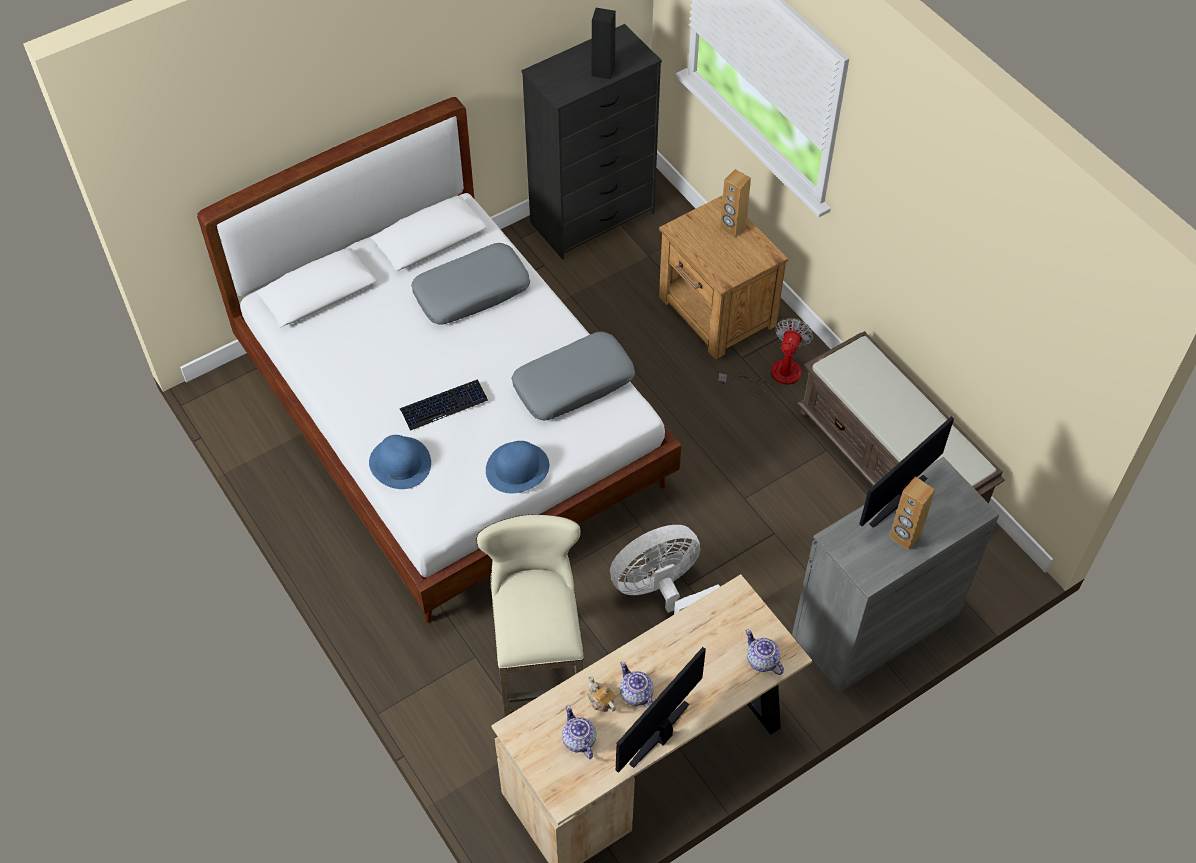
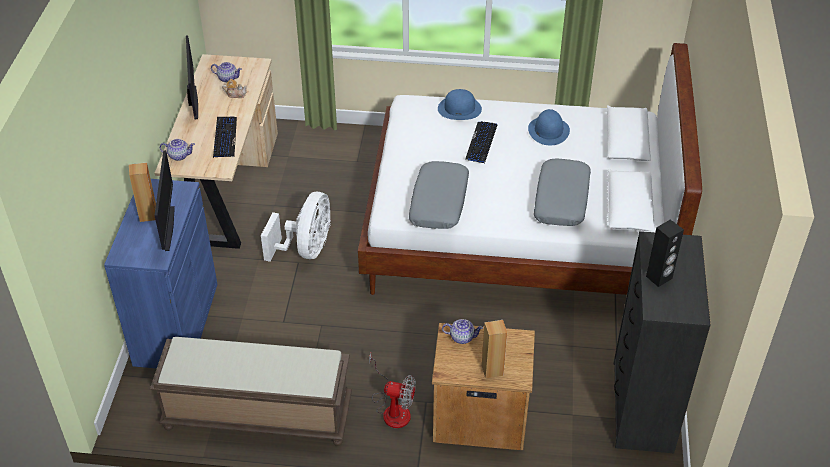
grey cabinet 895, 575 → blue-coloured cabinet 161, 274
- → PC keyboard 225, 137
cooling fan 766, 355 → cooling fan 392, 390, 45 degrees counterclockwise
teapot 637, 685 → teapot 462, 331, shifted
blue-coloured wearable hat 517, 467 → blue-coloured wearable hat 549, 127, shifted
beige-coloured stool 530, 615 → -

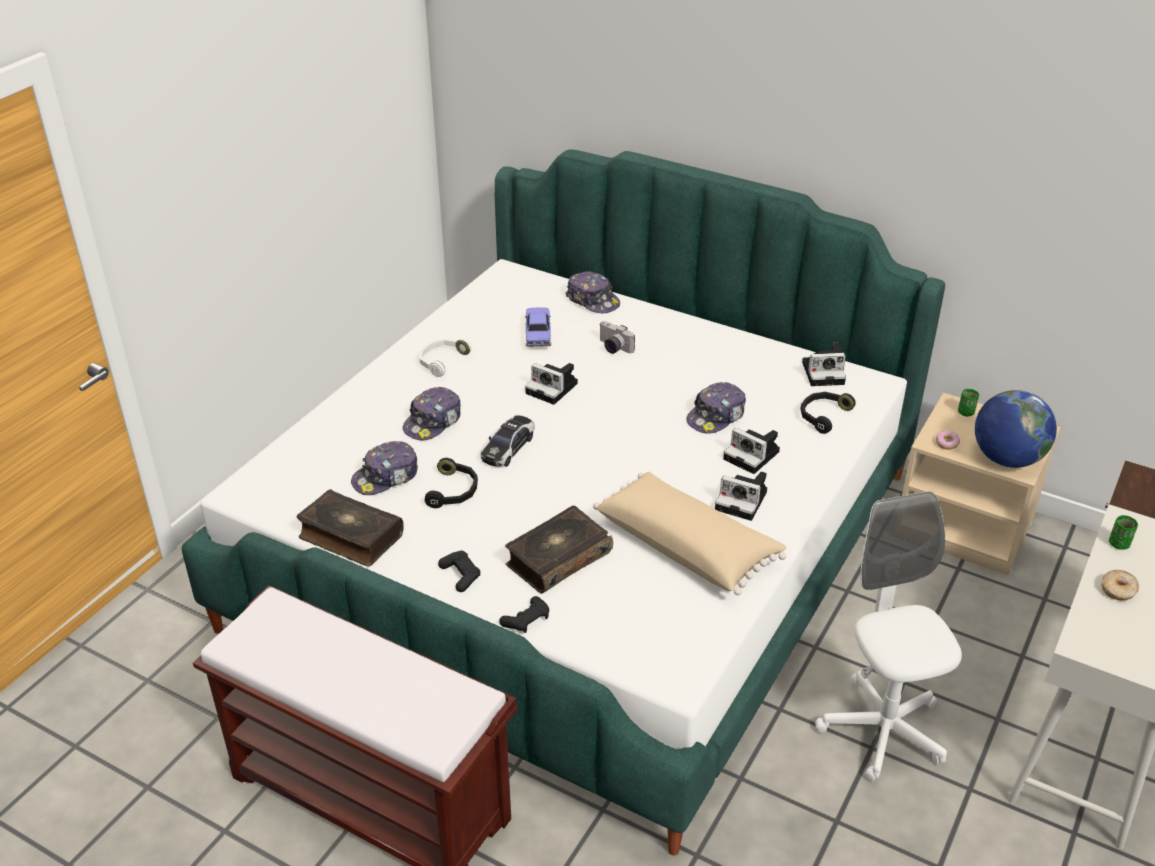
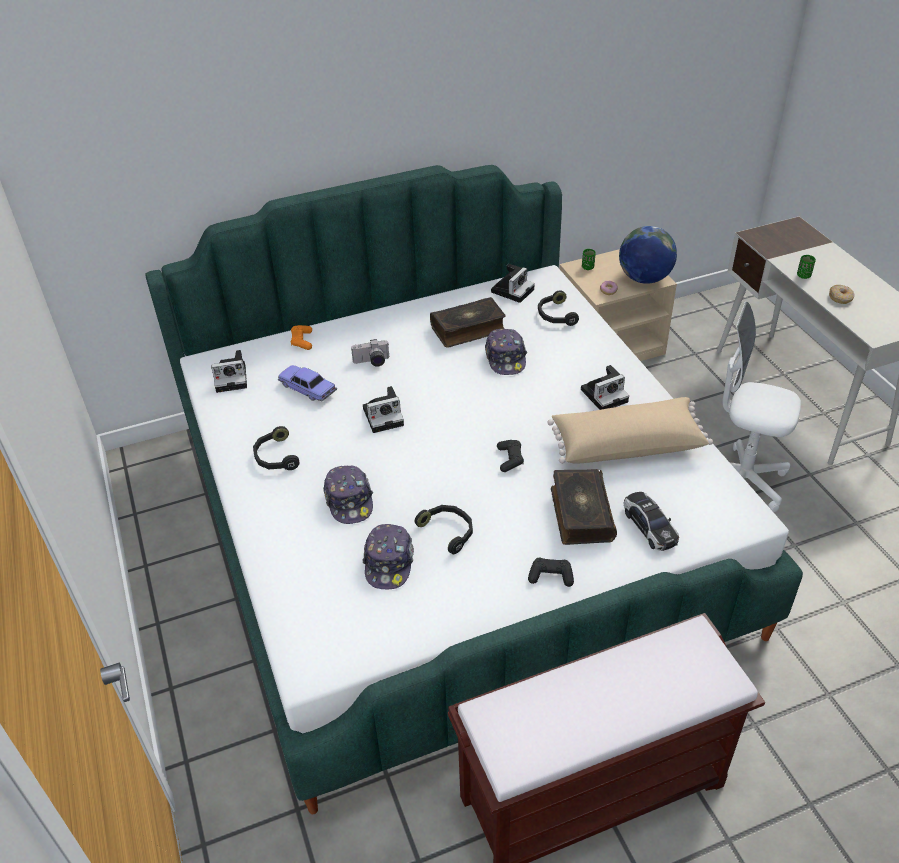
photo camera 751, 451 → photo camera 229, 371, shifted
white-coloured headset 445, 357 → black-coloured headset 276, 448
cap 592, 292 → orange joypad 301, 337
volume 350, 528 → volume 468, 322, shifted
black-coloured joypad 524, 614 → black-coloured joypad 510, 456, shifted
toy car 508, 441 → toy car 651, 521, shifted

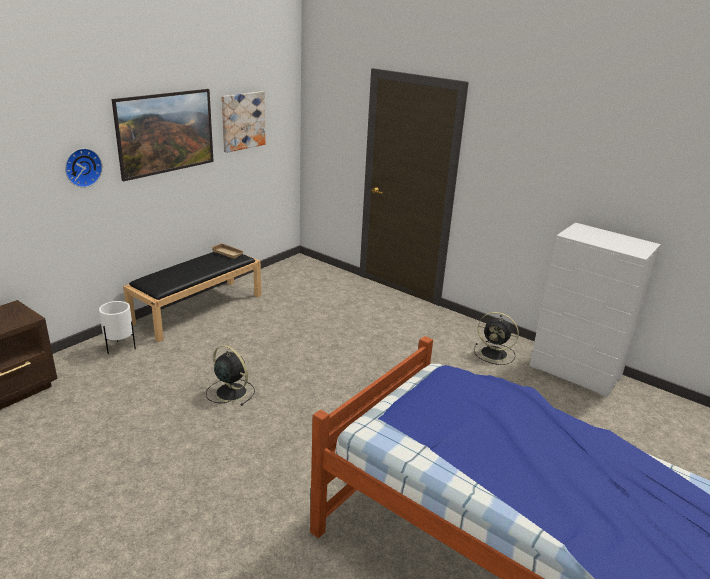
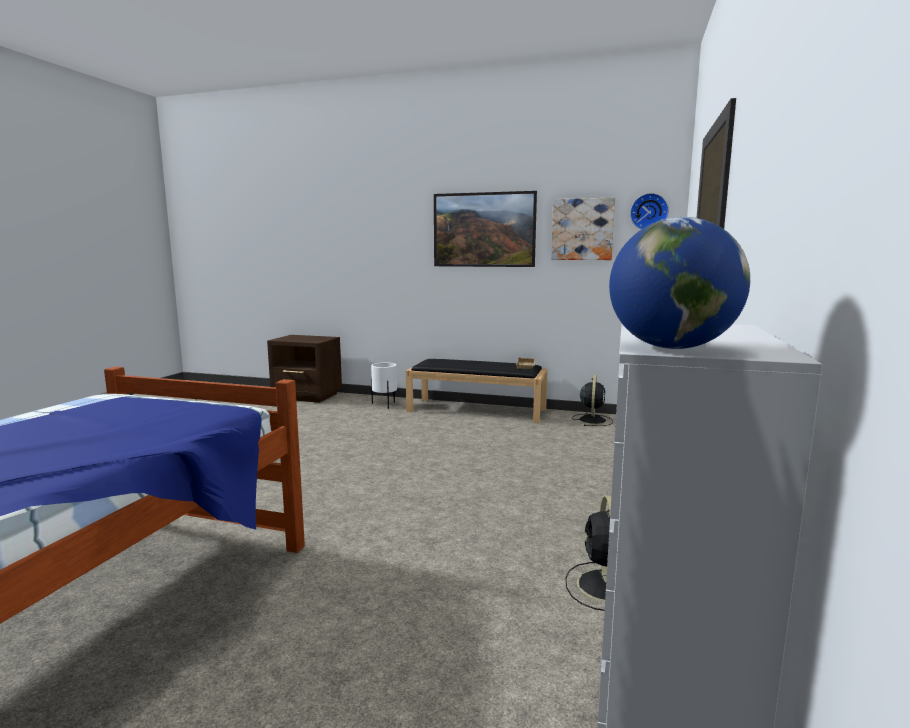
black-coloured cooling fan 230, 375 → black-coloured cooling fan 592, 400, shifted
- → desk globe 679, 283
wall clock 84, 168 → wall clock 649, 211, shifted

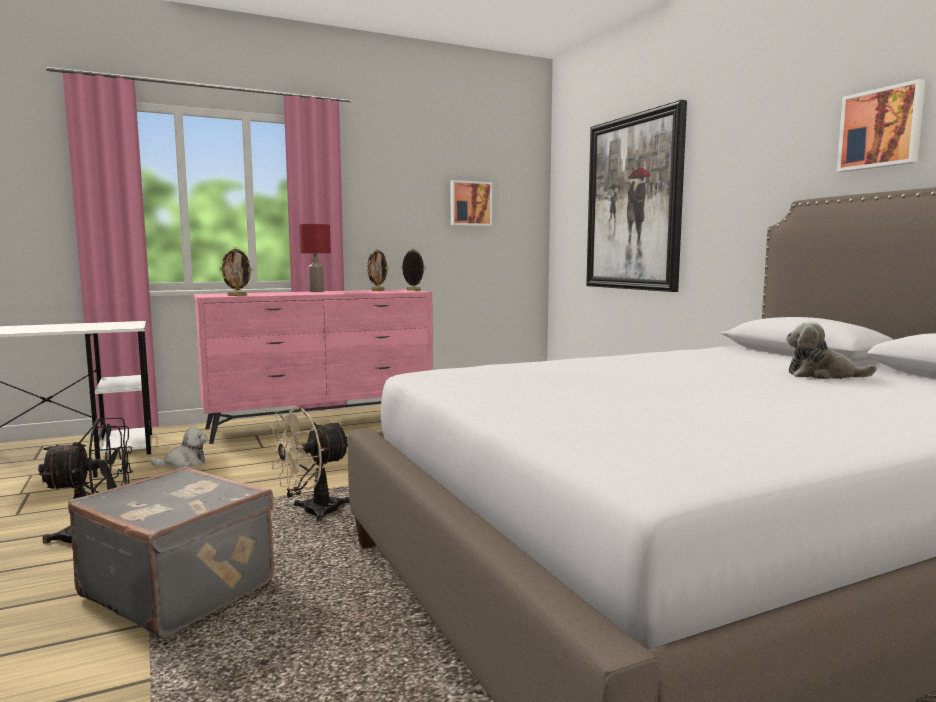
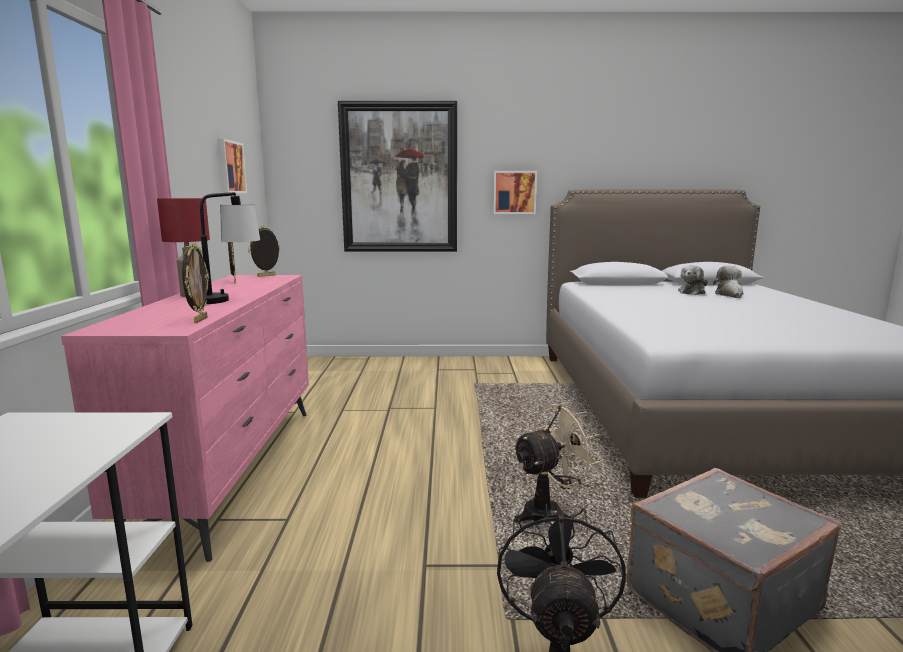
- → table lamp 230, 248
wall picture 881, 125 → wall picture 515, 192, shifted
beige-coloured cooling fan 308, 464 → beige-coloured cooling fan 557, 462, 105 degrees counterclockwise
cuddly toy 179, 447 → cuddly toy 728, 281, shifted

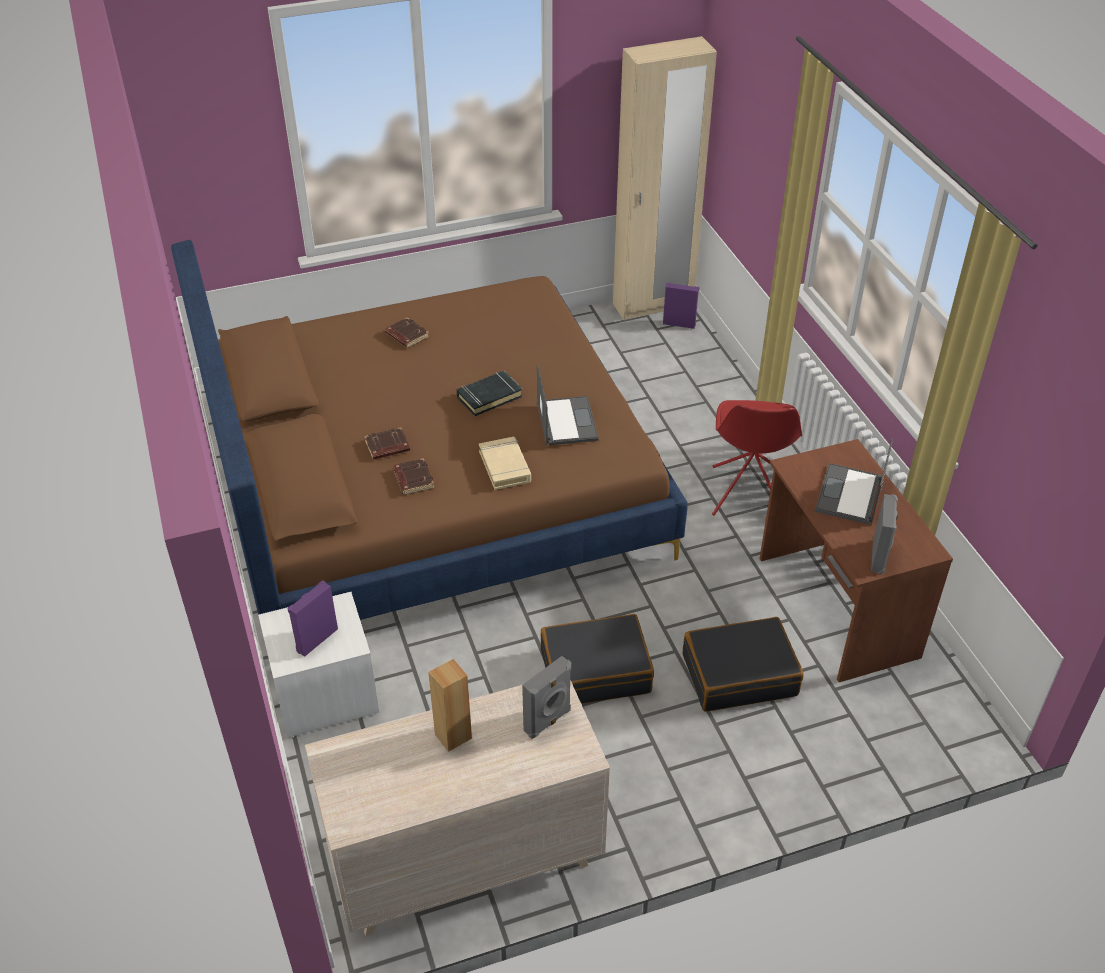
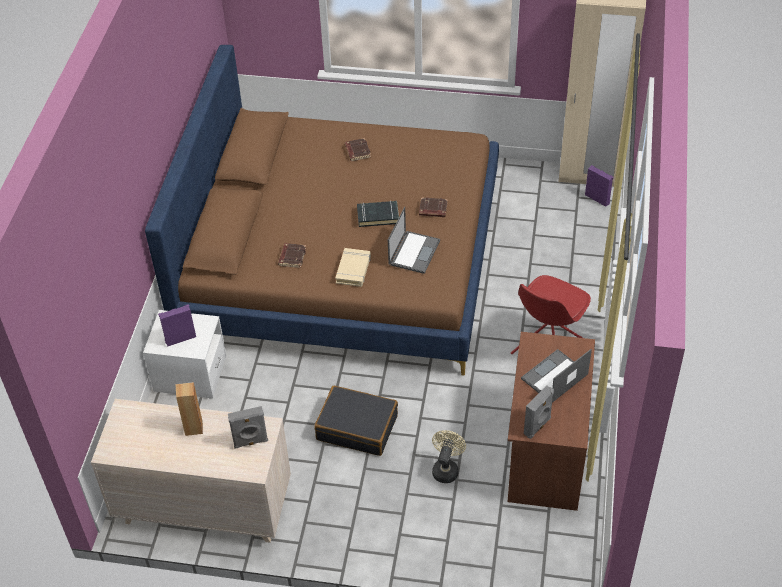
brown volume 387, 443 → brown volume 433, 207, shifted
black-coloured suitcase 743, 664 → beige-coloured cooling fan 449, 456

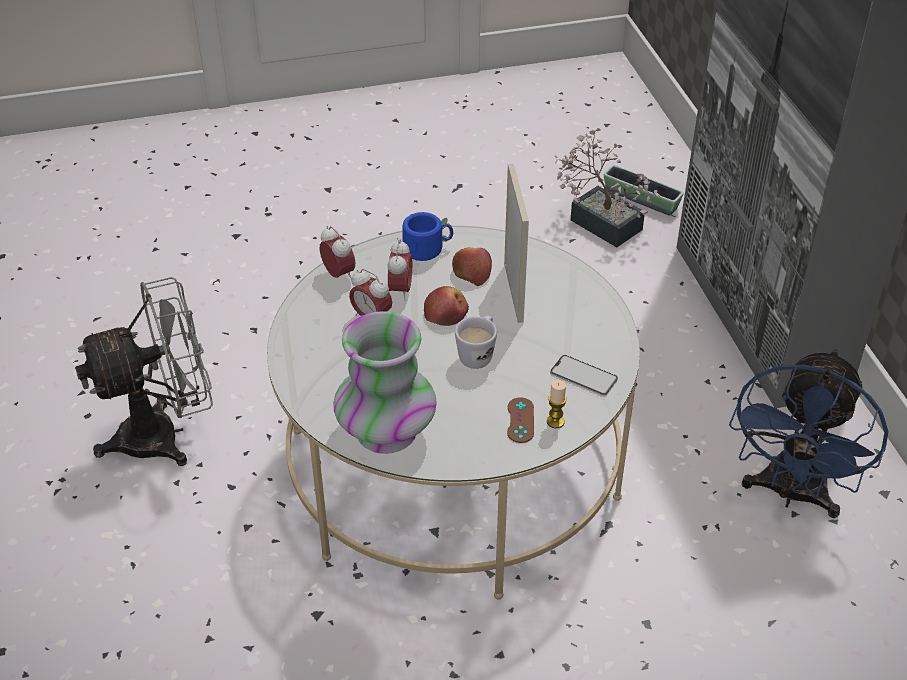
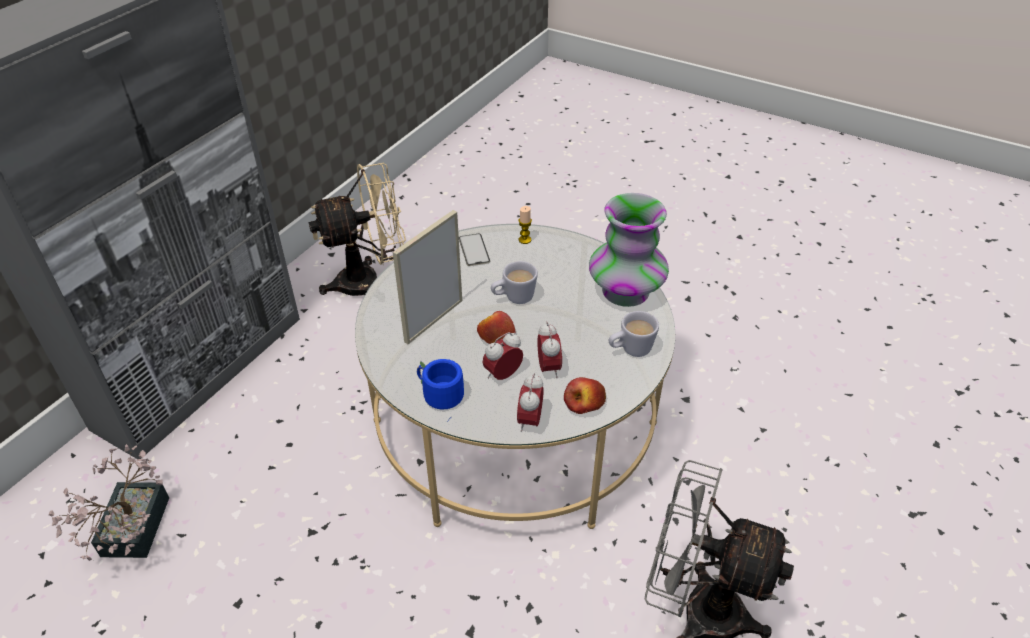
blue-coloured cooling fan 809, 433 → beige-coloured cooling fan 357, 229
apple fruit 472, 266 → apple fruit 585, 395, shifted
- → white-coloured mug 634, 334
brown joypad 520, 420 → -
planter 644, 190 → -

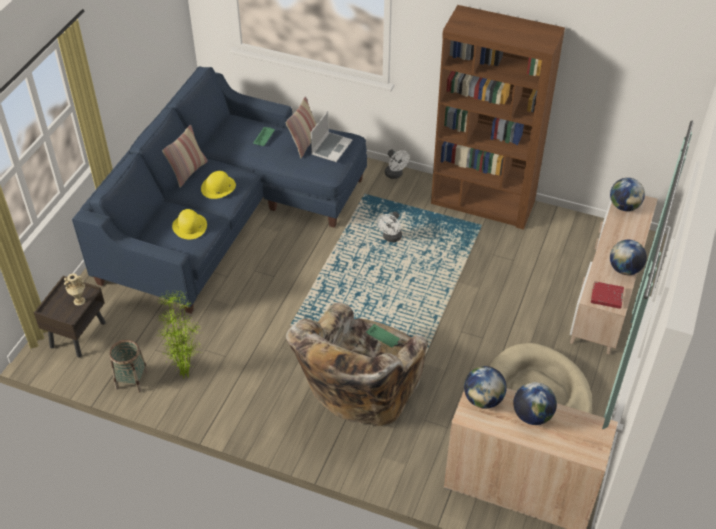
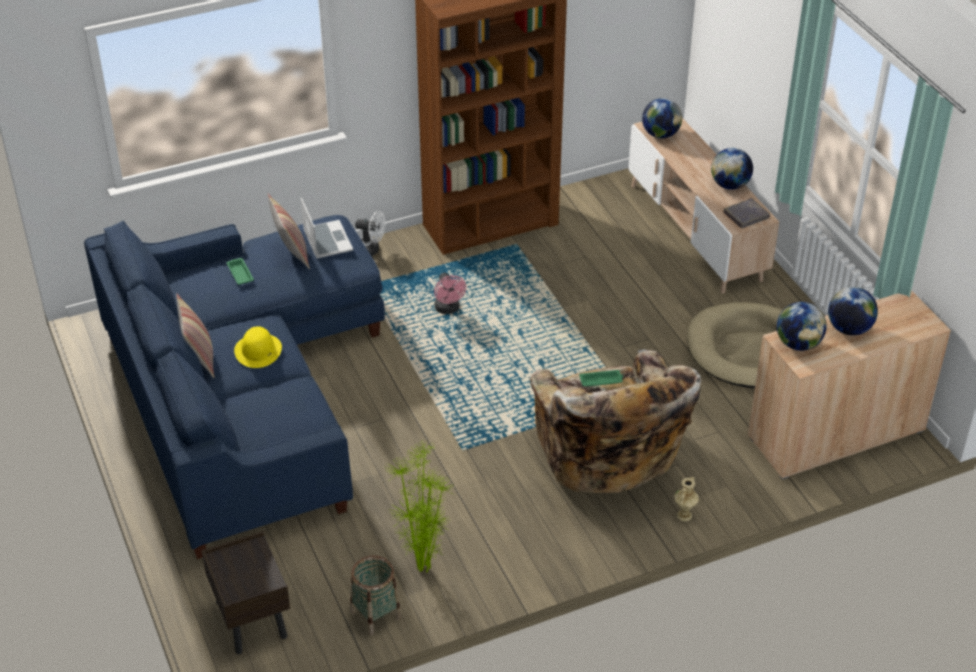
white-coloured cooling fan 389, 226 → pinkish cooling fan 450, 293
beige-coloured vase 75, 289 → beige-coloured vase 686, 499, shifted
reddish volume 607, 295 → grey volume 746, 213
yellow wearable hat 189, 224 → -

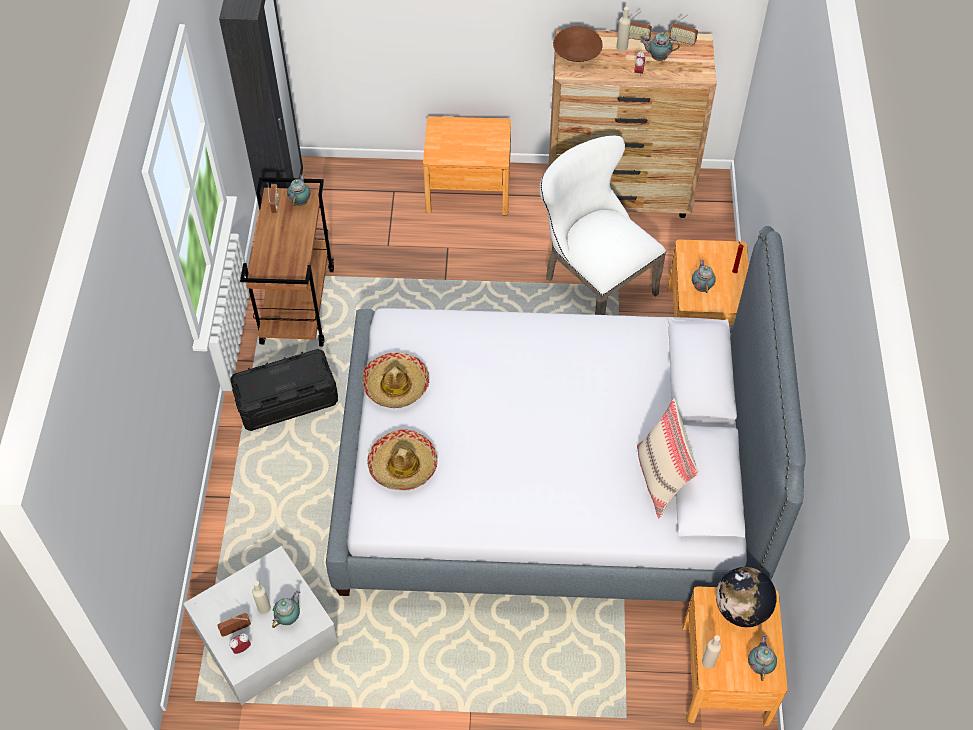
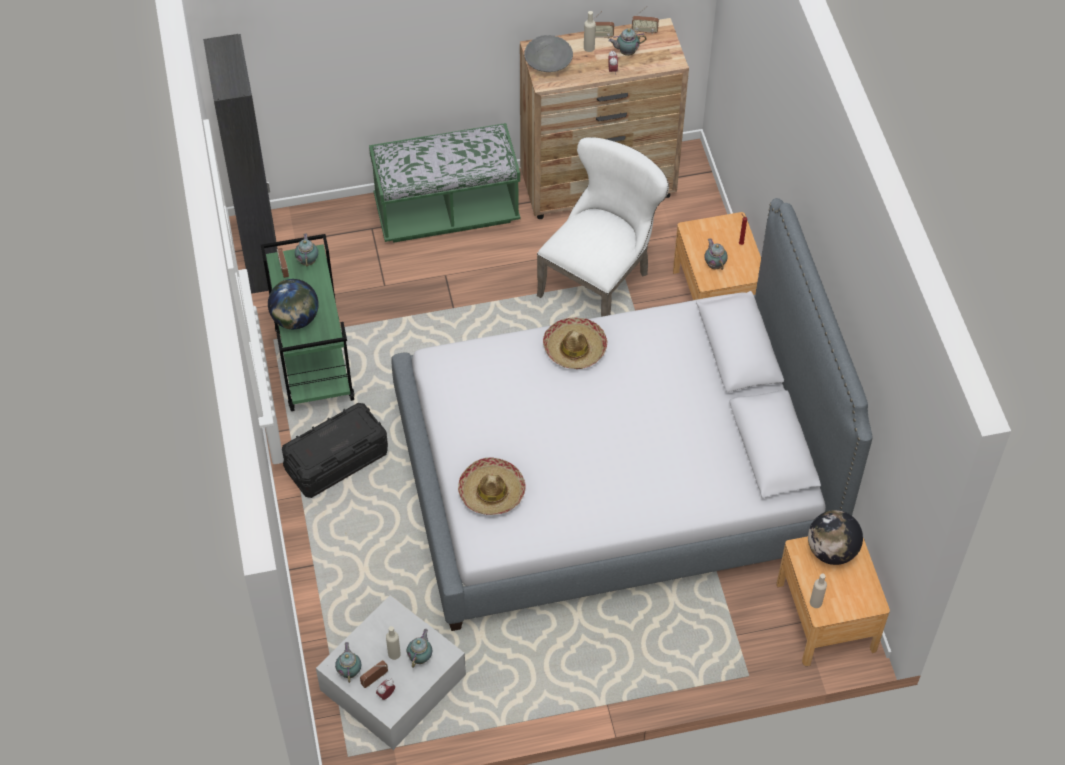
brown trolley 287, 262 → green-coloured trolley 307, 322
- → desk globe 293, 304
teapot 762, 658 → teapot 348, 662, shifted
brown nightstand 467, 165 → green-coloured long seat 444, 183
brown serving bowl 578, 44 → grey serving bowl 548, 53
white-coloured chair 603, 225 → white-coloured chair 603, 227, 90 degrees clockwise
wearable hat 395, 380 → wearable hat 575, 343, shifted
beige-coloured pillow 668, 458 → -

